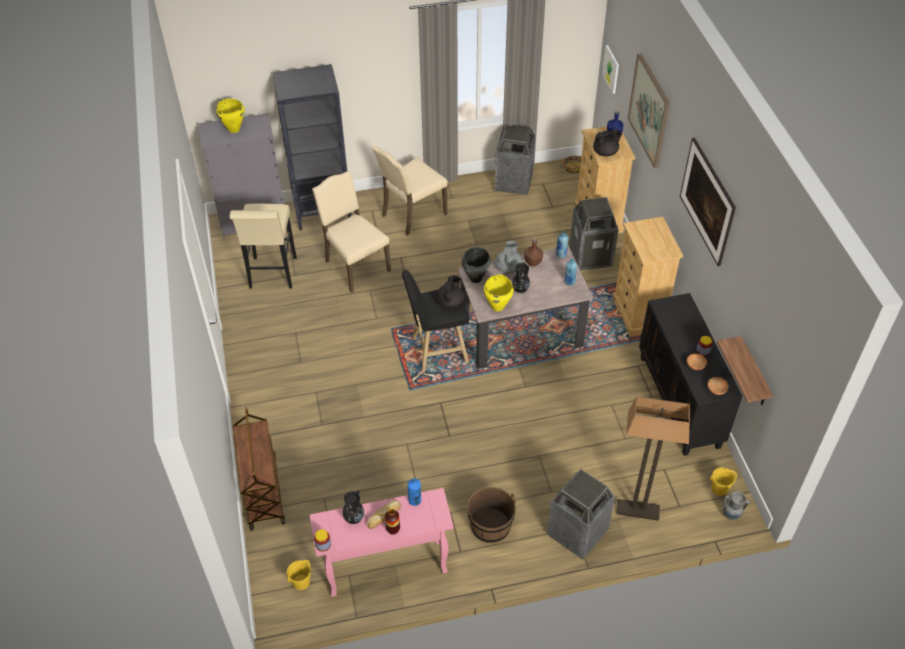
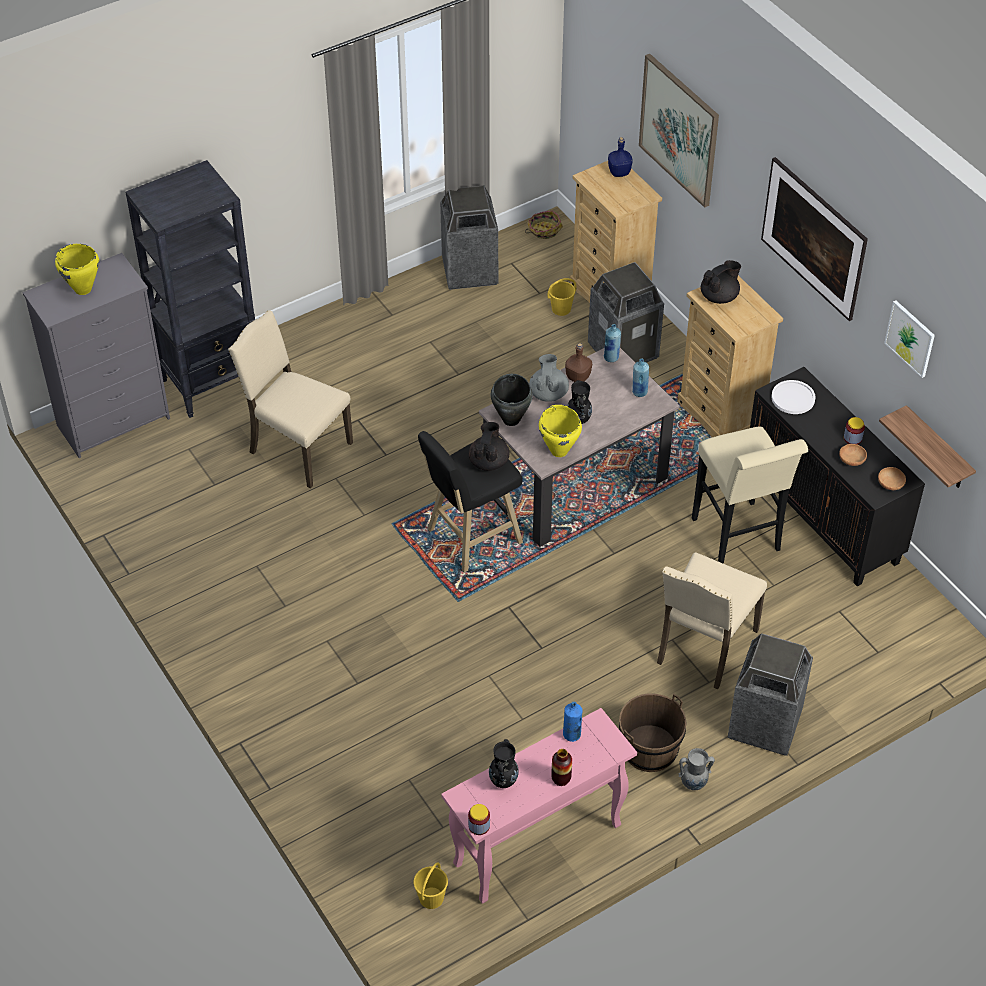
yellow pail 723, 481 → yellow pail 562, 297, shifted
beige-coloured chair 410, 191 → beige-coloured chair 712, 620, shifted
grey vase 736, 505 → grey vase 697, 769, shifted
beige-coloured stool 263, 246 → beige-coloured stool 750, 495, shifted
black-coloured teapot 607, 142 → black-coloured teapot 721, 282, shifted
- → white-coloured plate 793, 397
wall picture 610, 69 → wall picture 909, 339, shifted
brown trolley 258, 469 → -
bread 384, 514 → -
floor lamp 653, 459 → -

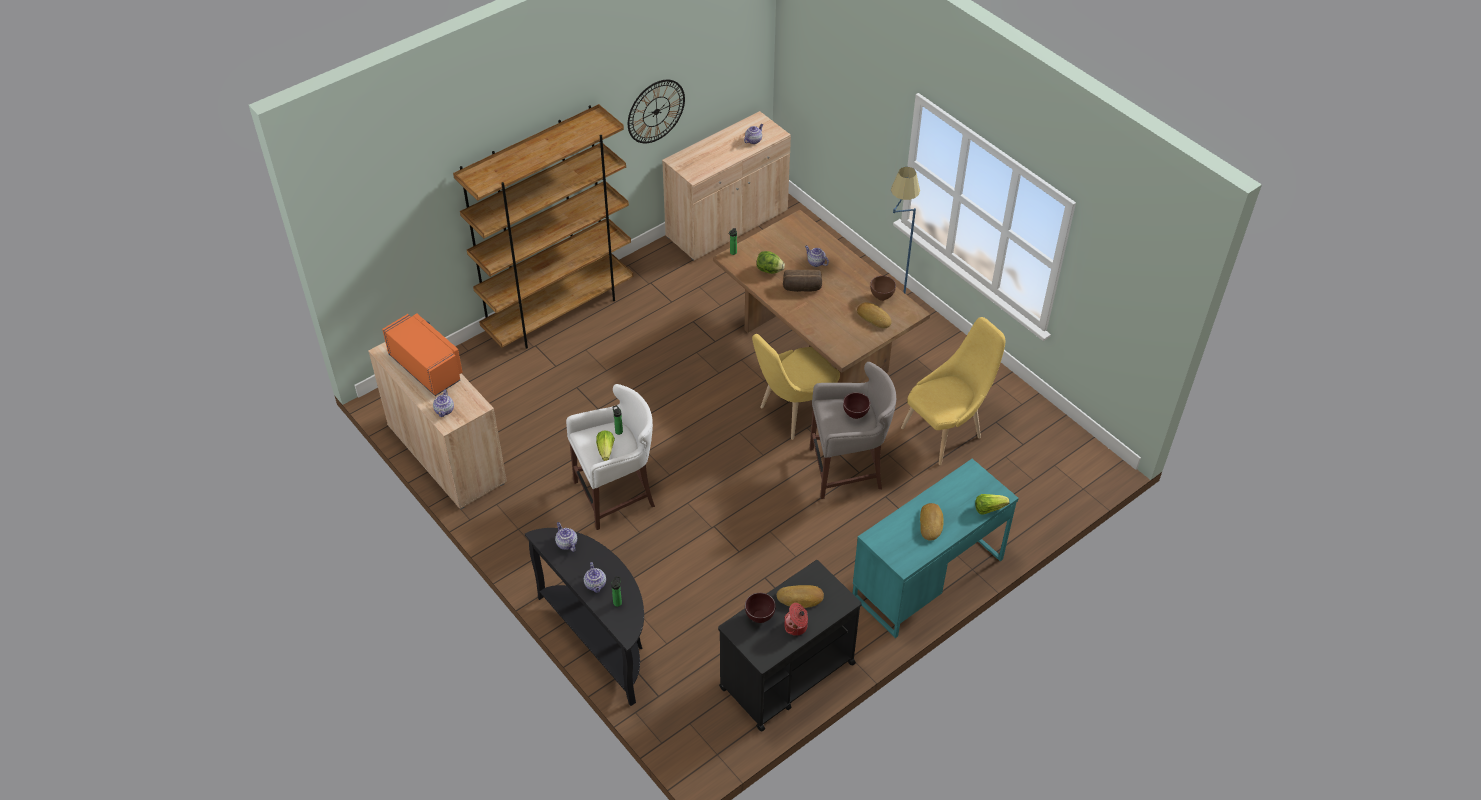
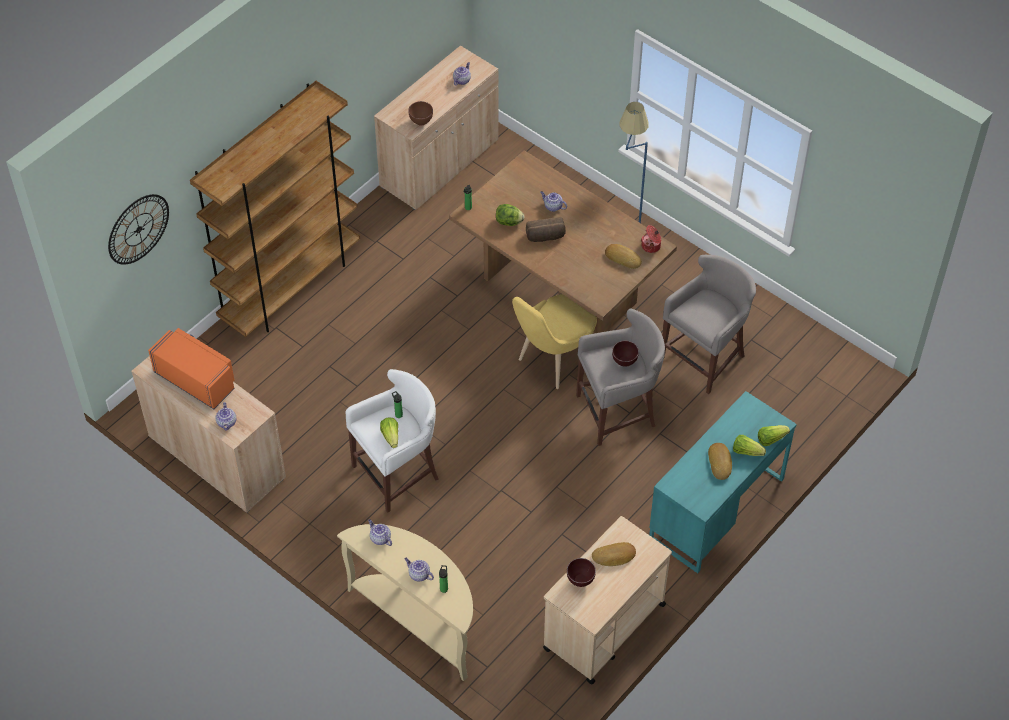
wall clock 656, 111 → wall clock 138, 229, shifted
black-coloured hall table 584, 617 → beige-coloured hall table 405, 602
teapot 595, 577 → teapot 419, 570, 150 degrees clockwise
brown serving bowl 883, 288 → brown serving bowl 420, 113, shifted
black-coloured trolley 790, 645 → beige-coloured trolley 607, 600
saucepot 796, 619 → saucepot 651, 239, shifted
yellow chair 953, 391 → grey stool 709, 324
- → head of lettuce 749, 445

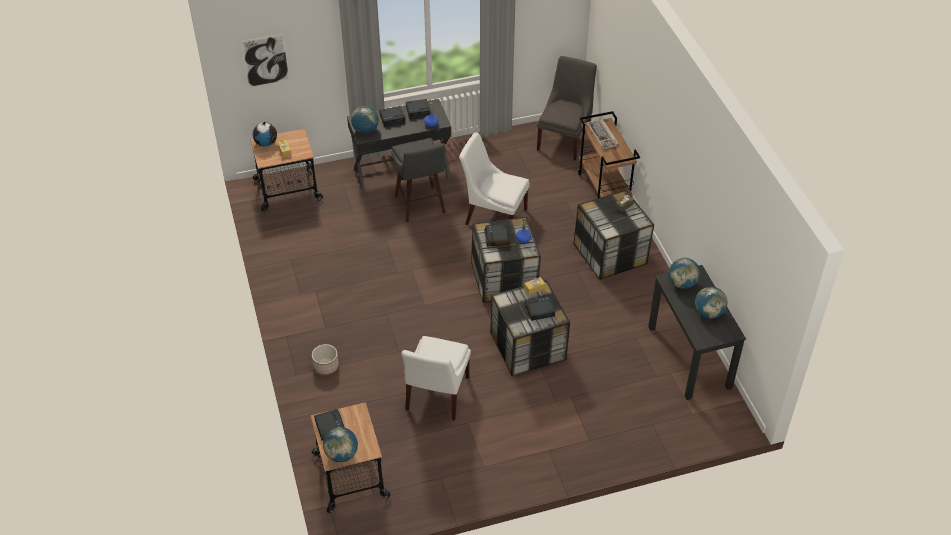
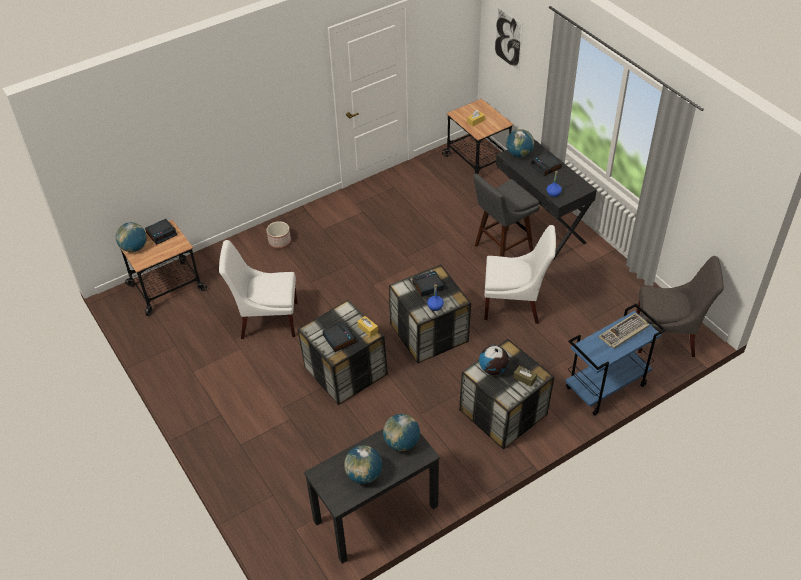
desk globe 265, 134 → desk globe 494, 360, shifted
white-coloured chair 494, 178 → white-coloured chair 520, 274, 90 degrees clockwise
brown trolley 609, 155 → blue-coloured trolley 615, 360
alarm clock 418, 109 → -

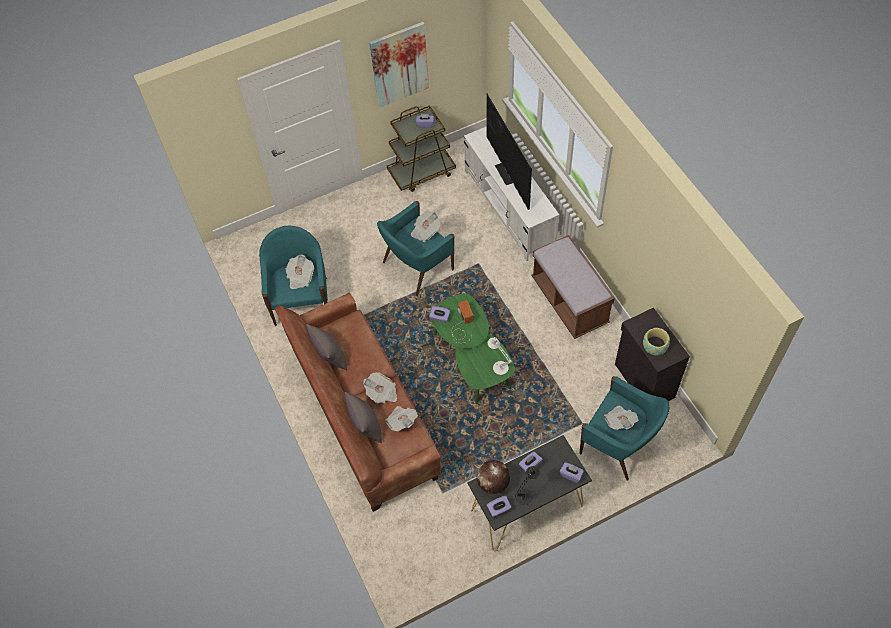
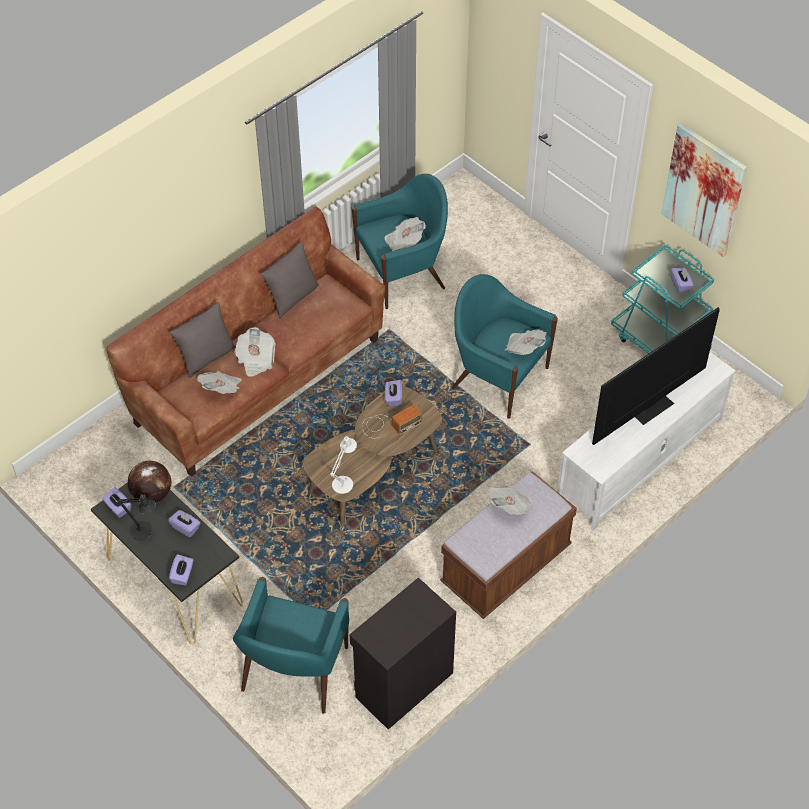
green-coloured low table 472, 349 → brown low table 372, 456
newspaper 621, 418 → newspaper 510, 501, shifted
brown trolley 421, 148 → turquoise-coloured trolley 662, 299
serving bowl 656, 342 → -

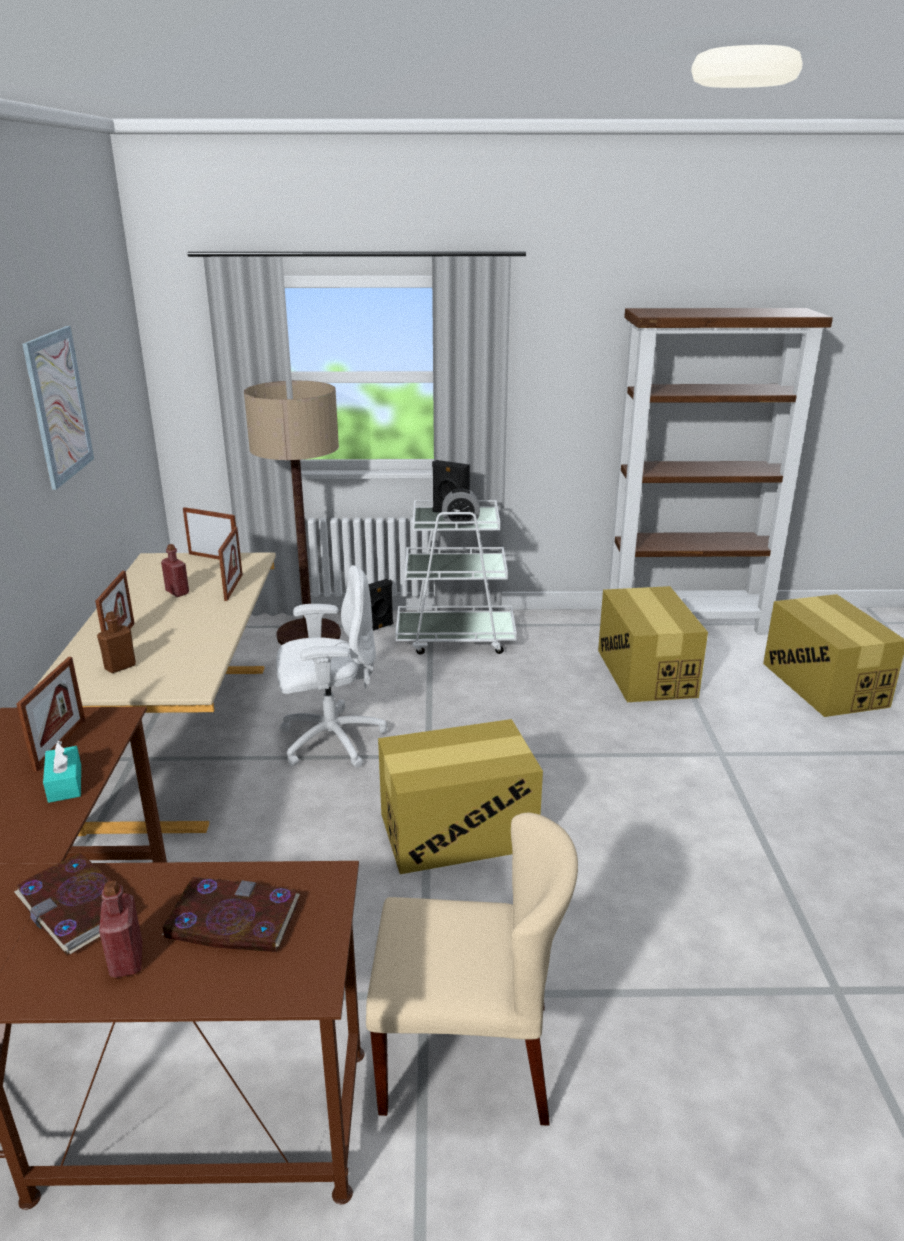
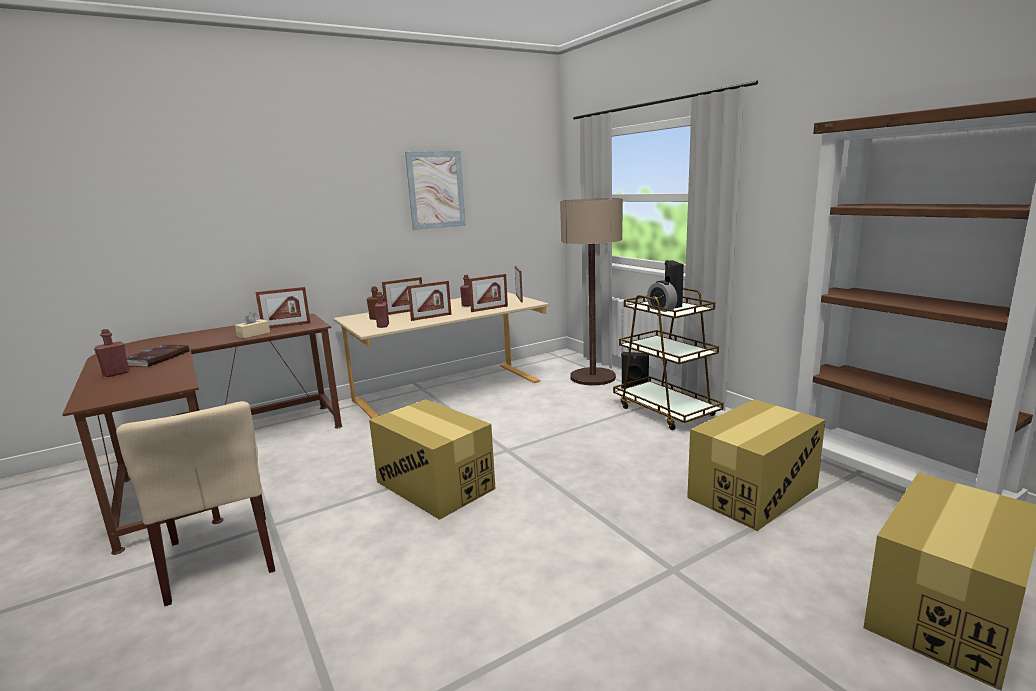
turquoise-coloured tissue box 62, 772 → beige-coloured tissue box 252, 325
- → reddish beverage bottle 382, 310
- → standing frame 429, 301
white-coloured trolley 456, 572 → brown trolley 668, 359
volume 231, 914 → -
white-coloured computer chair 331, 666 → -

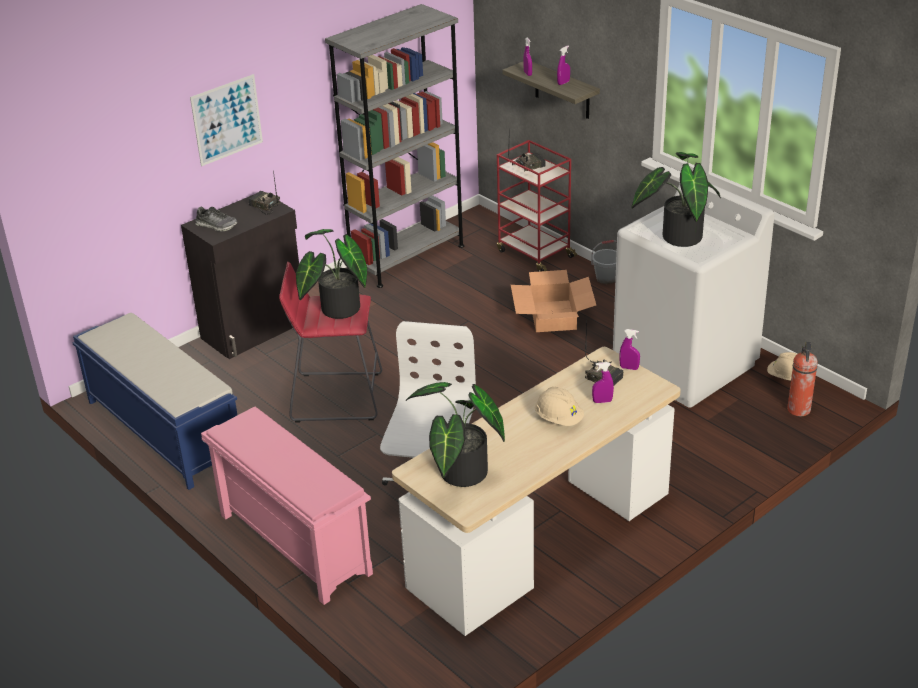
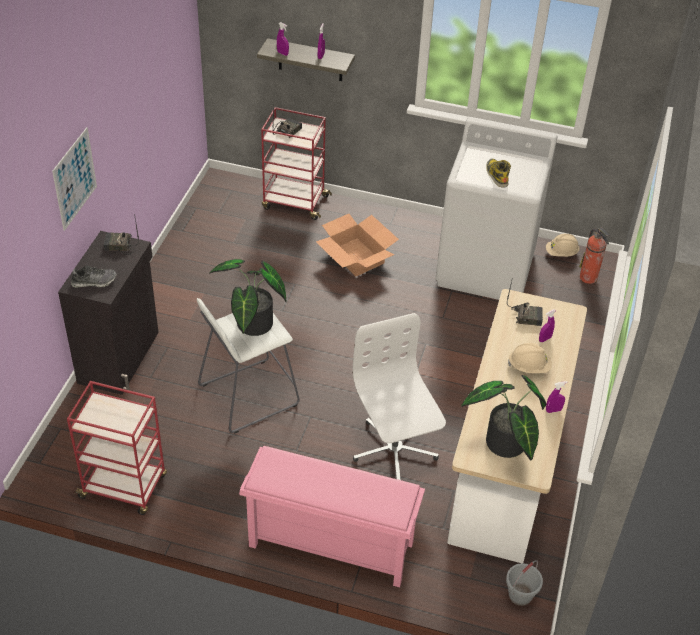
blue-coloured long seat 154, 401 → reddish trolley 117, 448
reddish stool 330, 342 → white-coloured stool 248, 366
potted plant 676, 199 → high-top boot 498, 173
grey pail 604, 262 → grey pail 524, 583, shifted
purplish hand sprayer 629, 349 → purplish hand sprayer 557, 397, shifted
grey bookcase 394, 146 → -

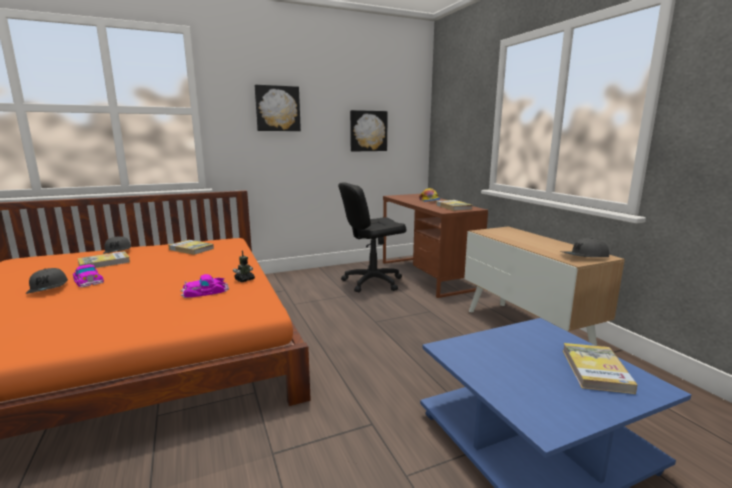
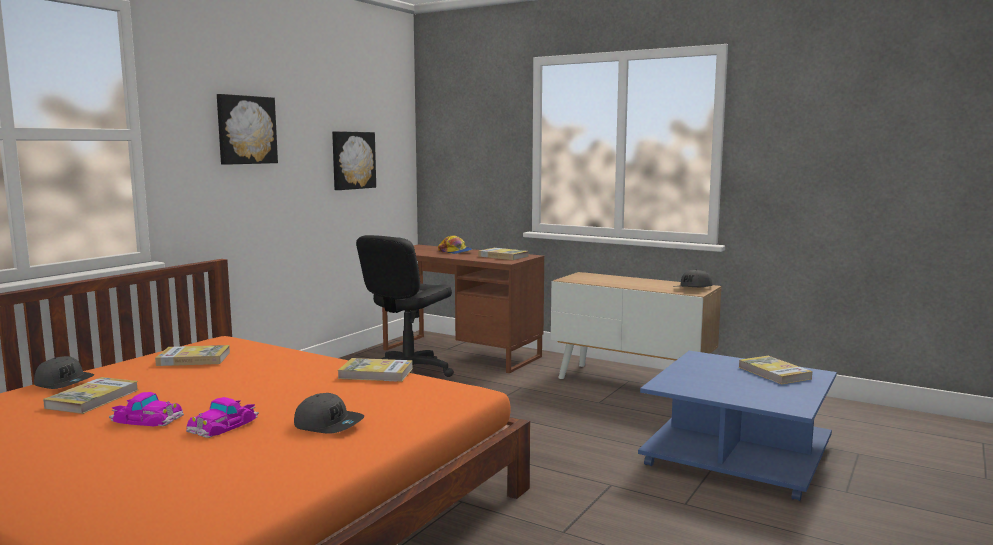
toy car 204, 286 → toy car 222, 417, shifted
grey cap 47, 281 → grey cap 329, 413, shifted
model robot 244, 266 → volume 375, 370

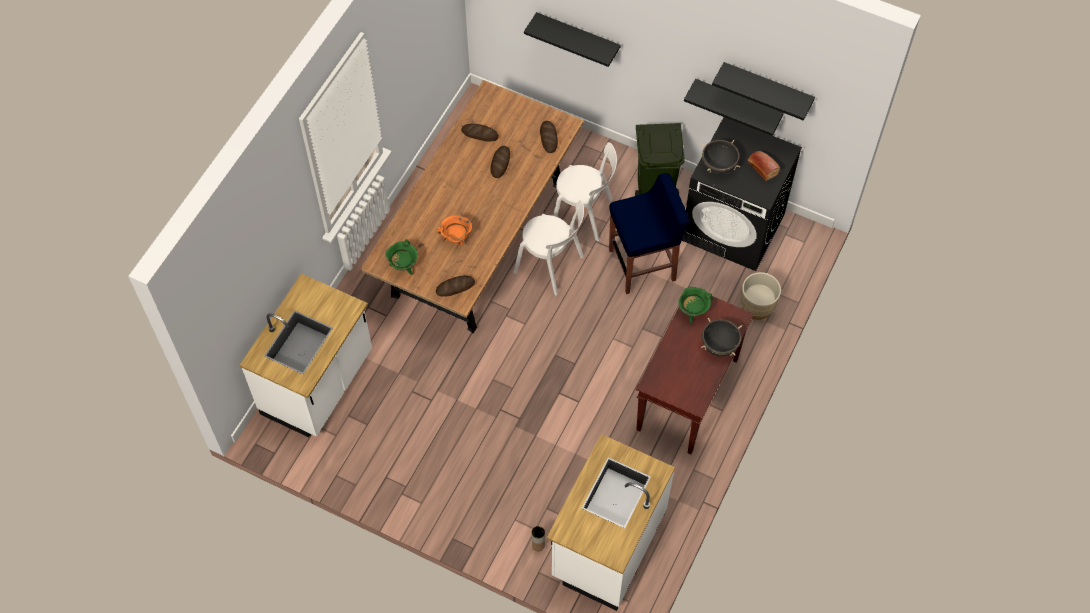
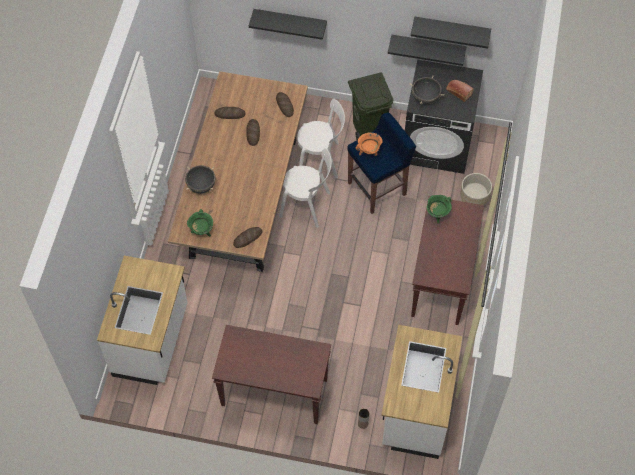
black-coloured saucepot 721, 337 → black-coloured saucepot 200, 179, shifted
- → brown hall table 271, 374
orange saucepot 454, 230 → orange saucepot 368, 144, shifted

